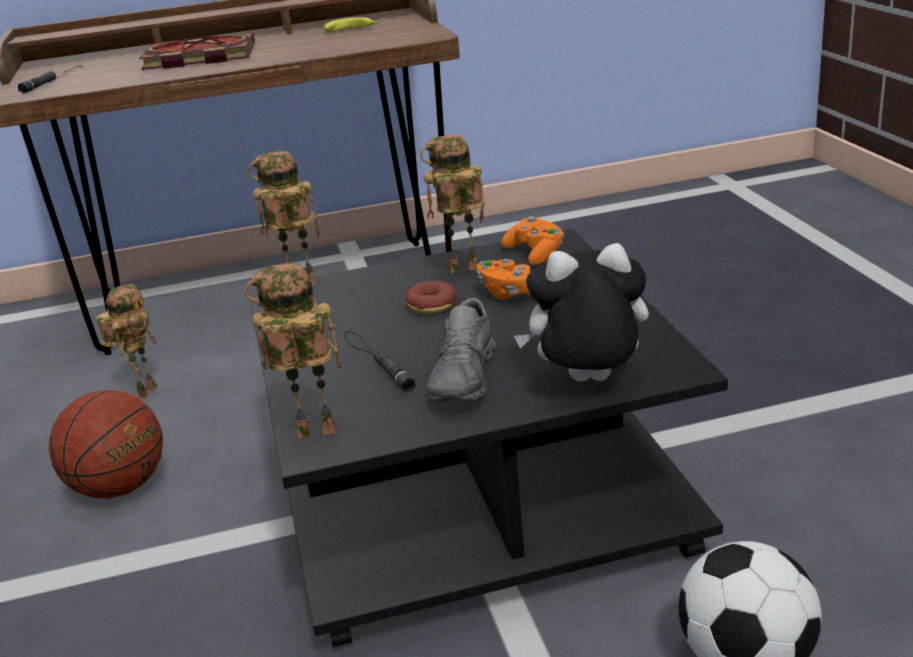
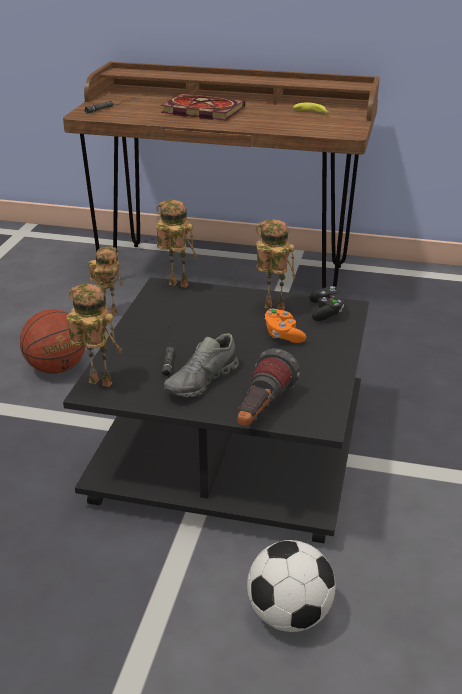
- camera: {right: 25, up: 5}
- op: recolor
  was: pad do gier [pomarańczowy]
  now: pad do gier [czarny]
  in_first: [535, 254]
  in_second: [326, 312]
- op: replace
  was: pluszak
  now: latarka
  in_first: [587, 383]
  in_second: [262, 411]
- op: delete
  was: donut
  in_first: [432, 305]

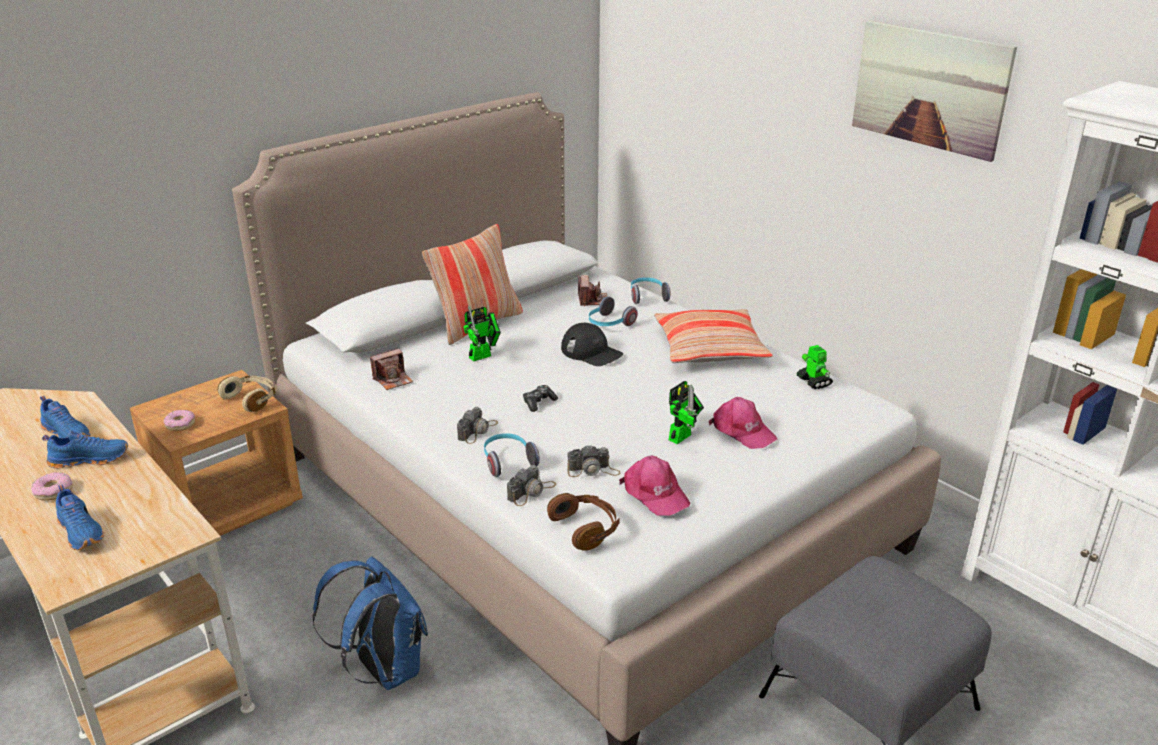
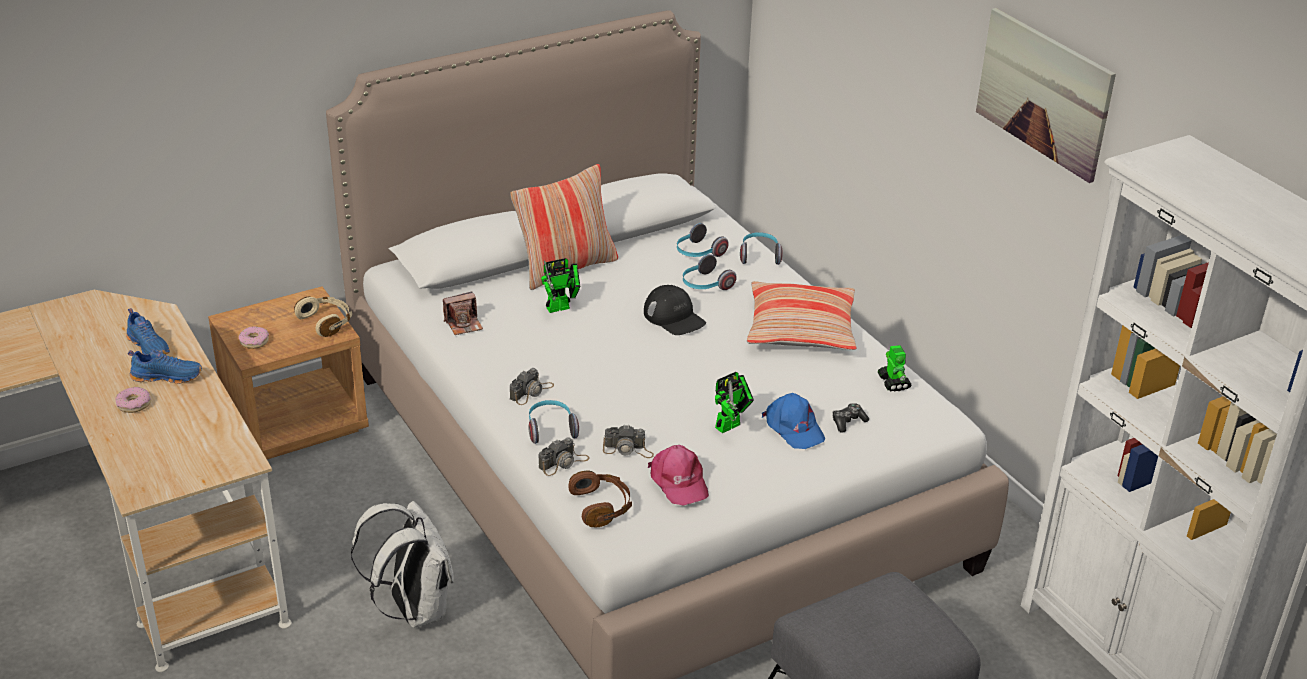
- camera: {right: 10, up: 5}
- op: replace
  was: aparat fotograficzny
  now: słuchawki
  in_first: [592, 300]
  in_second: [698, 253]
- op: move
  was: pad do gier
  in_first: [539, 402]
  in_second: [848, 422]
- op: recolor
  was: czapka z daszkiem [różowy]
  now: czapka z daszkiem [niebieski]
  in_first: [742, 431]
  in_second: [793, 428]
- op: delete
  was: but [niebieski]
  in_first: [82, 532]
- op: recolor
  was: plecak [niebieski]
  now: plecak [biały]
  in_first: [383, 670]
  in_second: [413, 609]

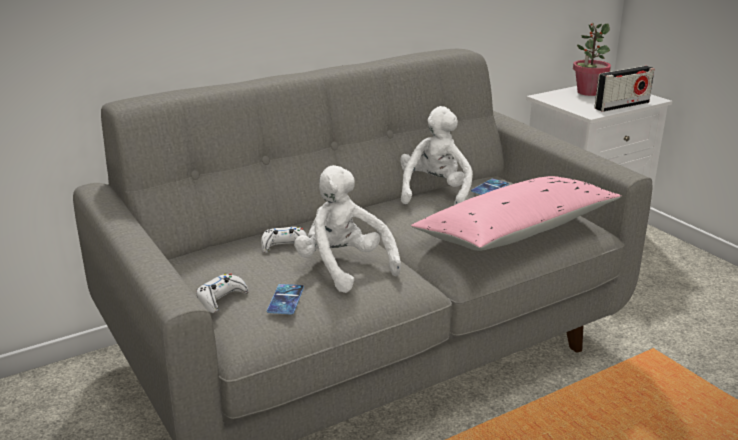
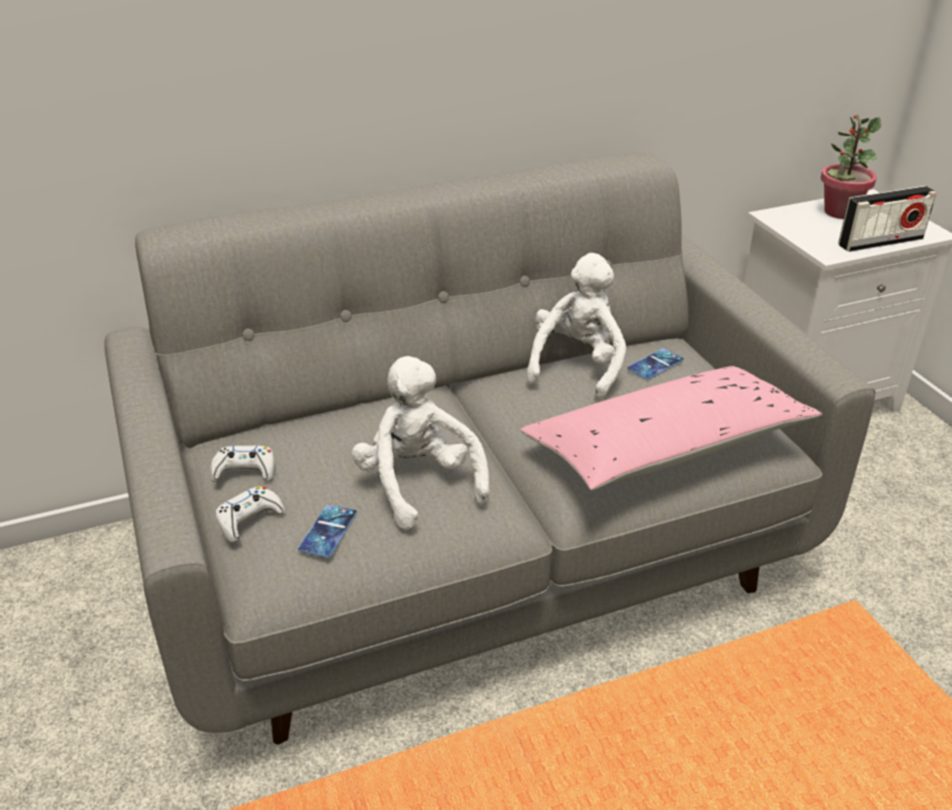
- camera: {right: 10, up: 10}
- op: move
  was: pad do gier [biały]
  in_first: [284, 245]
  in_second: [245, 471]

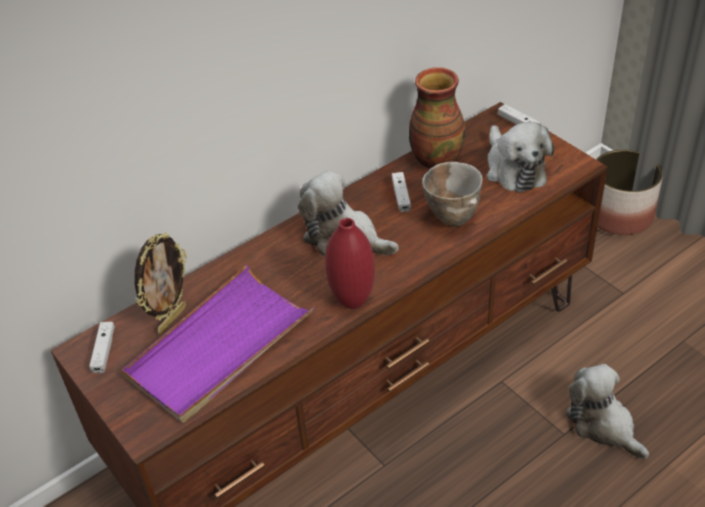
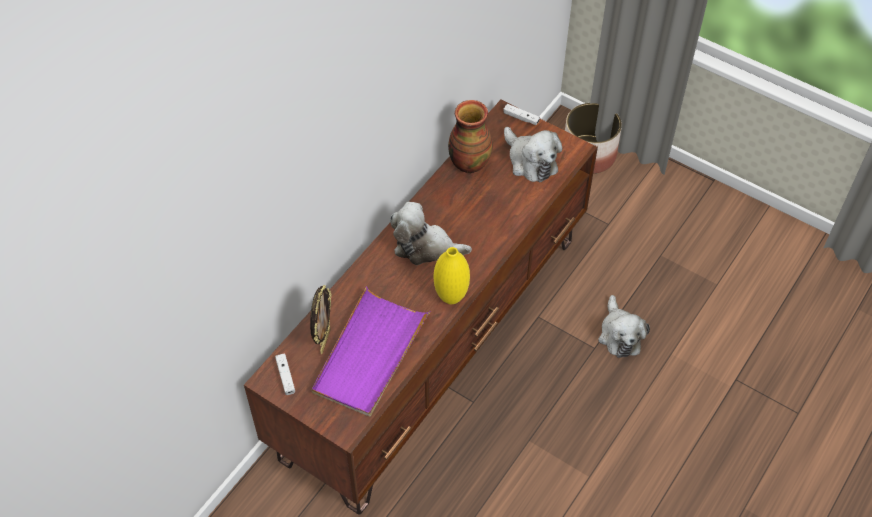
- camera: {right: -20, up: 10}
- op: delete
  was: miska
  in_first: [451, 217]
- op: delete
  was: pad do gier [biały]
  in_first: [401, 196]
- op: recolor
  was: wazon [czerwony]
  now: wazon [żółty]
  in_first: [352, 300]
  in_second: [451, 297]
- op: rotate
  was: pluszak
  in_first: [603, 425]
  in_second: [619, 334]
  clockwise: -135

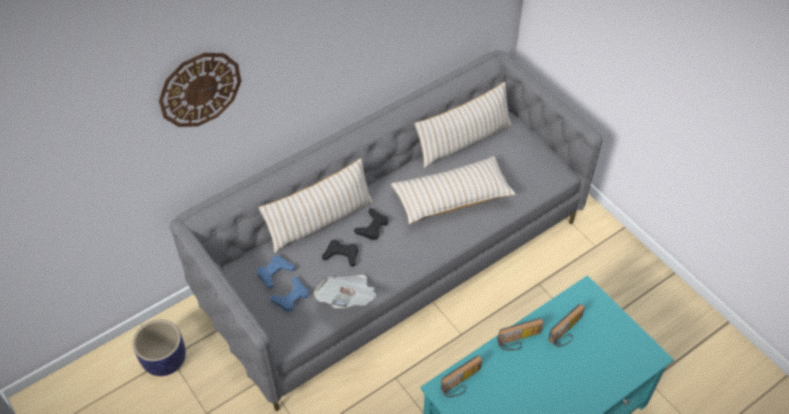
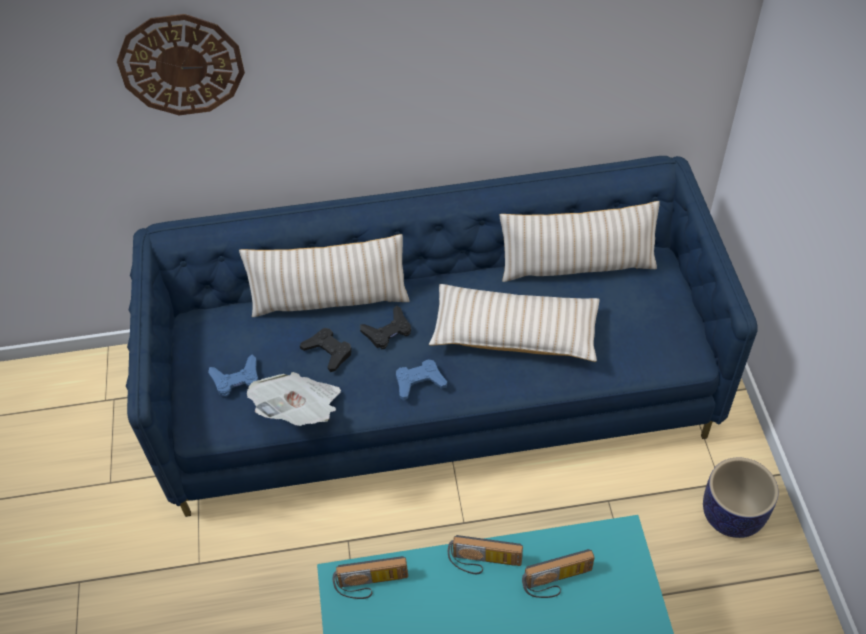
- camera: {right: 30, up: 0}
- op: recolor
  was: kanapa [szary]
  now: kanapa [niebieski]
  in_first: [394, 260]
  in_second: [437, 391]
- op: move
  was: pad do gier [niebieski]
  in_first: [275, 273]
  in_second: [419, 382]
- op: move
  was: donica
  in_first: [165, 360]
  in_second: [733, 515]

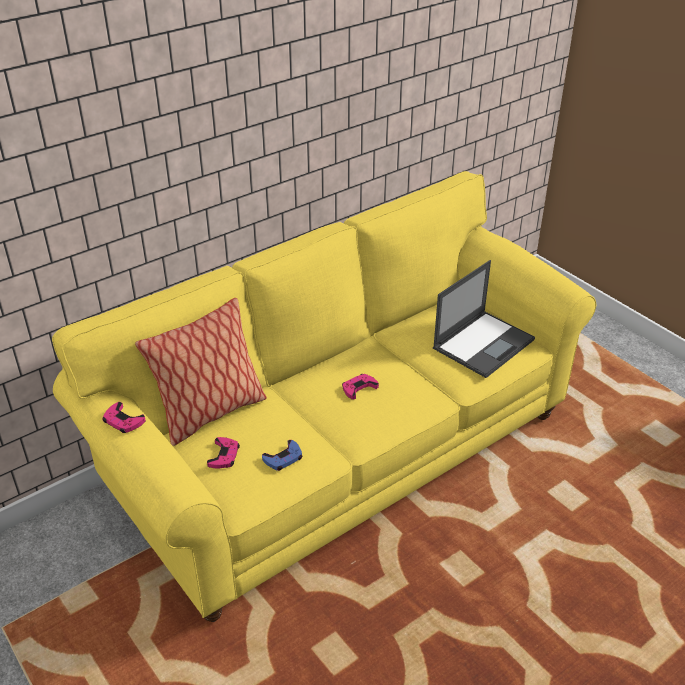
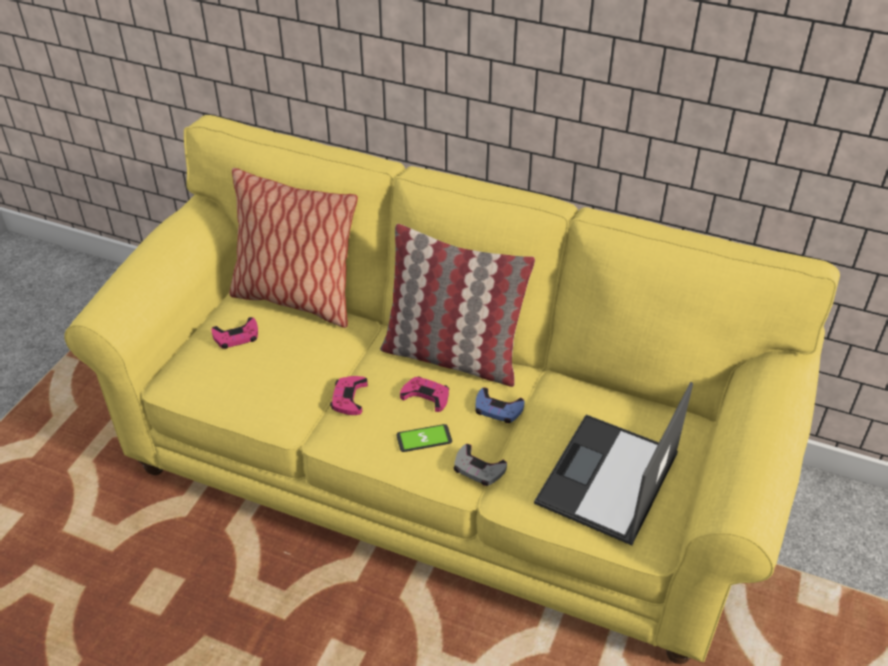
- camera: {right: 60, up: 5}
- op: rotate
  was: laptop
  in_first: [484, 343]
  in_second: [607, 480]
  clockwise: 105
- op: move
  was: pad do gier [różowy]
  in_first: [123, 421]
  in_second: [349, 398]
- op: move
  was: pad do gier [niebieski]
  in_first: [283, 458]
  in_second: [497, 409]
- op: insert
  now: poduszka
  in_second: [452, 356]
- op: insert
  now: telefon
  in_second: [424, 439]
- op: insert
  now: pad do gier [szary]
  in_second: [478, 469]

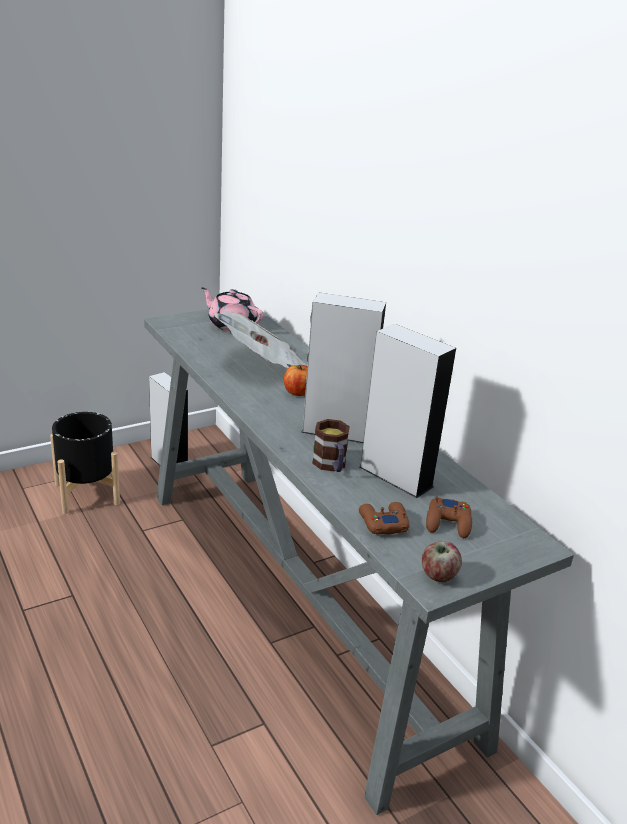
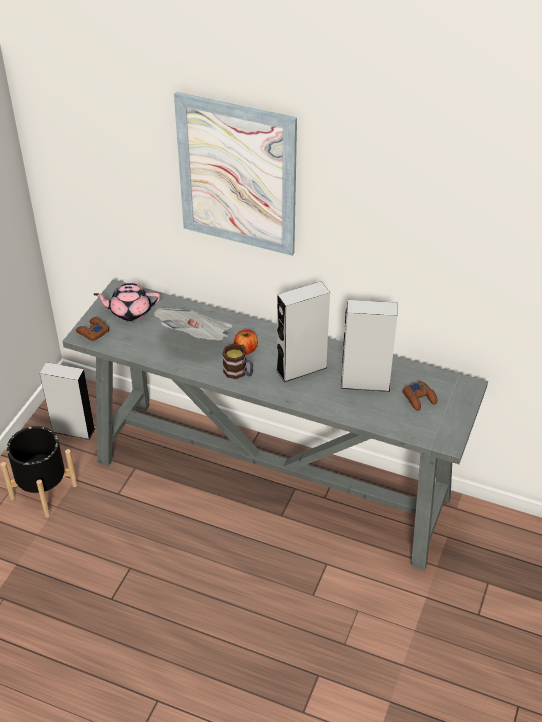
- camera: {right: -35, up: 15}
- op: move
  was: kubek
  in_first: [331, 466]
  in_second: [239, 373]
- op: move
  was: pad do gier [brązowy]
  in_first: [383, 523]
  in_second: [92, 332]
- op: delete
  was: jabłko
  in_first: [438, 575]
- op: insert
  now: obraz
  in_second: [237, 175]

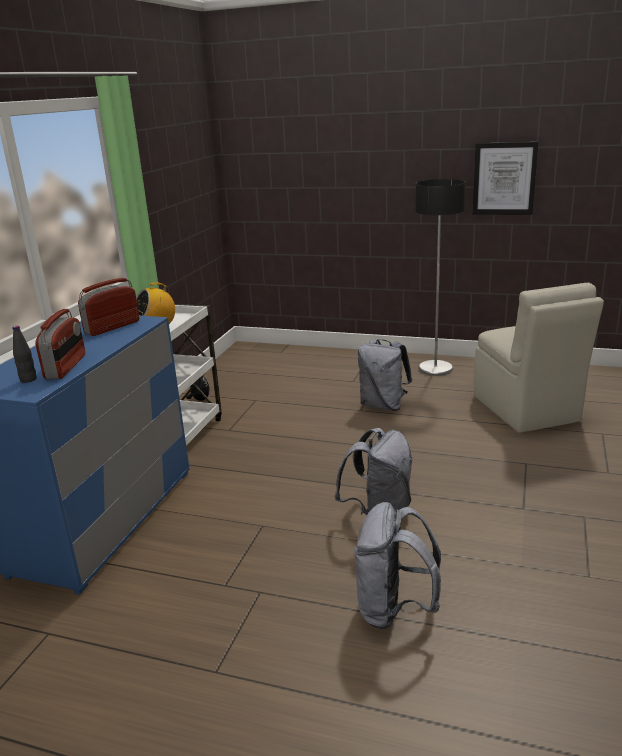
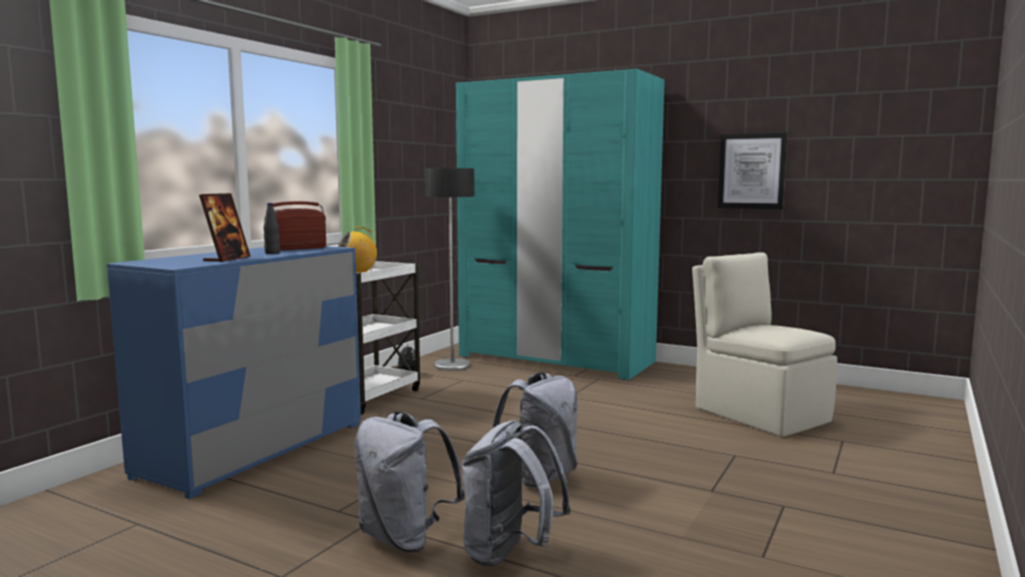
- camera: {right: 10, up: -15}
- op: move
  was: lampa stojąca
  in_first: [435, 368]
  in_second: [452, 365]
- op: rotate
  was: krzesło [beżowy]
  in_first: [526, 410]
  in_second: [759, 414]
  clockwise: 150
- op: replace
  was: radio
  now: ramka na zdjęcie
  in_first: [66, 367]
  in_second: [227, 259]
- op: move
  was: butelka [czarny]
  in_first: [28, 379]
  in_second: [272, 253]
- op: move
  was: plecak [szary]
  in_first: [383, 405]
  in_second: [405, 538]
- op: insert
  now: szafa [turkusowy]
  in_second: [555, 359]

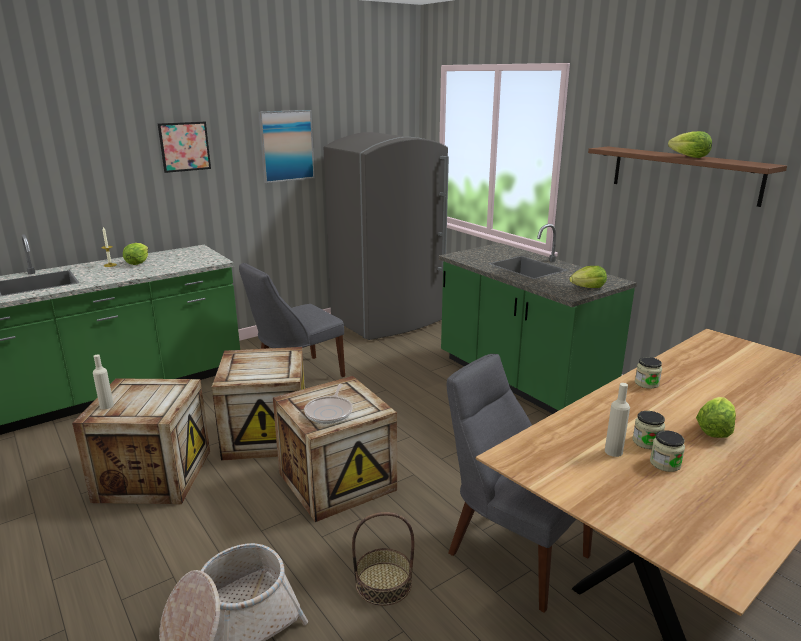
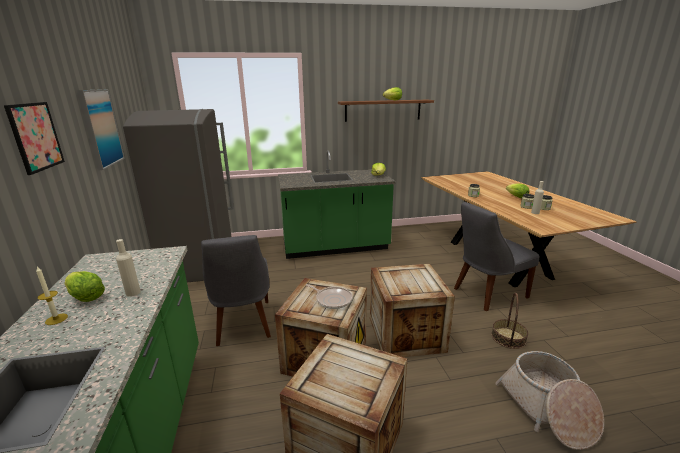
- camera: {right: -65, up: 0}
- op: move
  was: butelka [beżowy]
  in_first: [106, 406]
  in_second: [133, 292]
- op: move
  was: patelnia
  in_first: [329, 412]
  in_second: [332, 300]

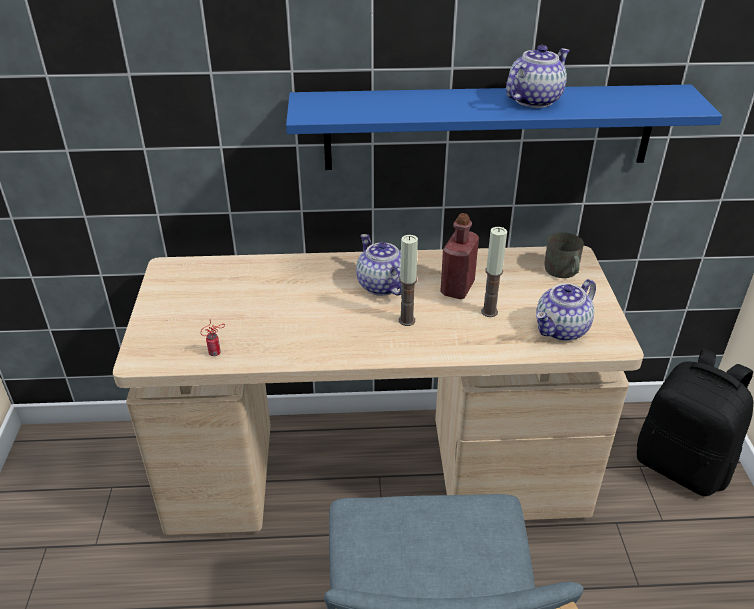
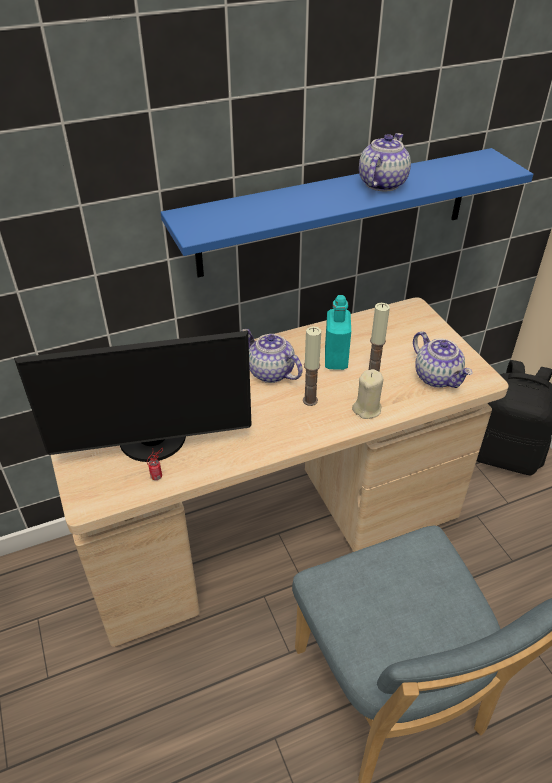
- camera: {right: -20, up: 5}
- op: recolor
  was: butelka [czerwony]
  now: butelka [turkusowy]
  in_first: [457, 288]
  in_second: [336, 359]
- op: delete
  was: kubek [szary]
  in_first: [563, 272]
- op: rotate
  was: imbryk
  in_first: [562, 330]
  in_second: [437, 377]
  clockwise: -60
- op: insert
  now: monitor
  in_second: [153, 442]
- op: insert
  now: świeca [beżowy]
  in_second: [367, 409]

